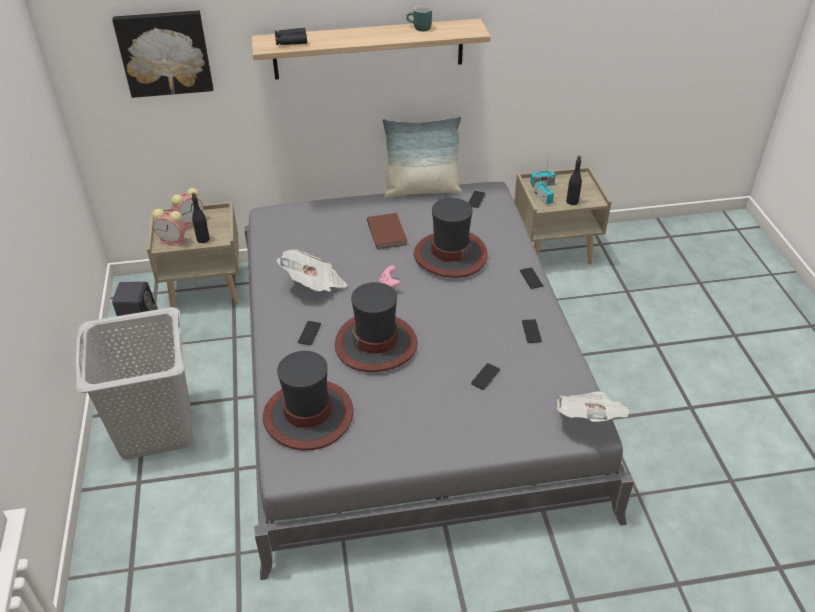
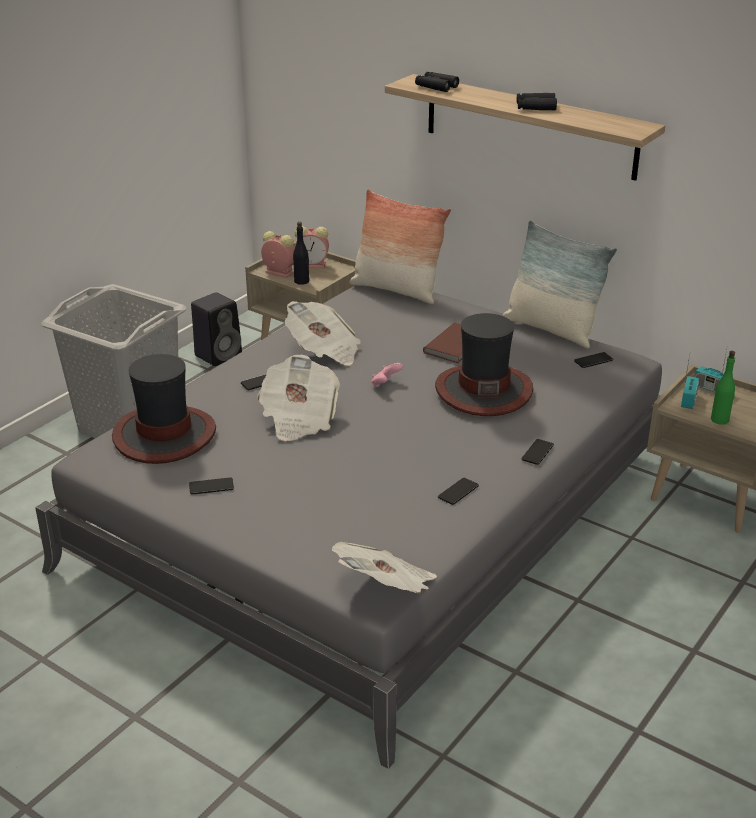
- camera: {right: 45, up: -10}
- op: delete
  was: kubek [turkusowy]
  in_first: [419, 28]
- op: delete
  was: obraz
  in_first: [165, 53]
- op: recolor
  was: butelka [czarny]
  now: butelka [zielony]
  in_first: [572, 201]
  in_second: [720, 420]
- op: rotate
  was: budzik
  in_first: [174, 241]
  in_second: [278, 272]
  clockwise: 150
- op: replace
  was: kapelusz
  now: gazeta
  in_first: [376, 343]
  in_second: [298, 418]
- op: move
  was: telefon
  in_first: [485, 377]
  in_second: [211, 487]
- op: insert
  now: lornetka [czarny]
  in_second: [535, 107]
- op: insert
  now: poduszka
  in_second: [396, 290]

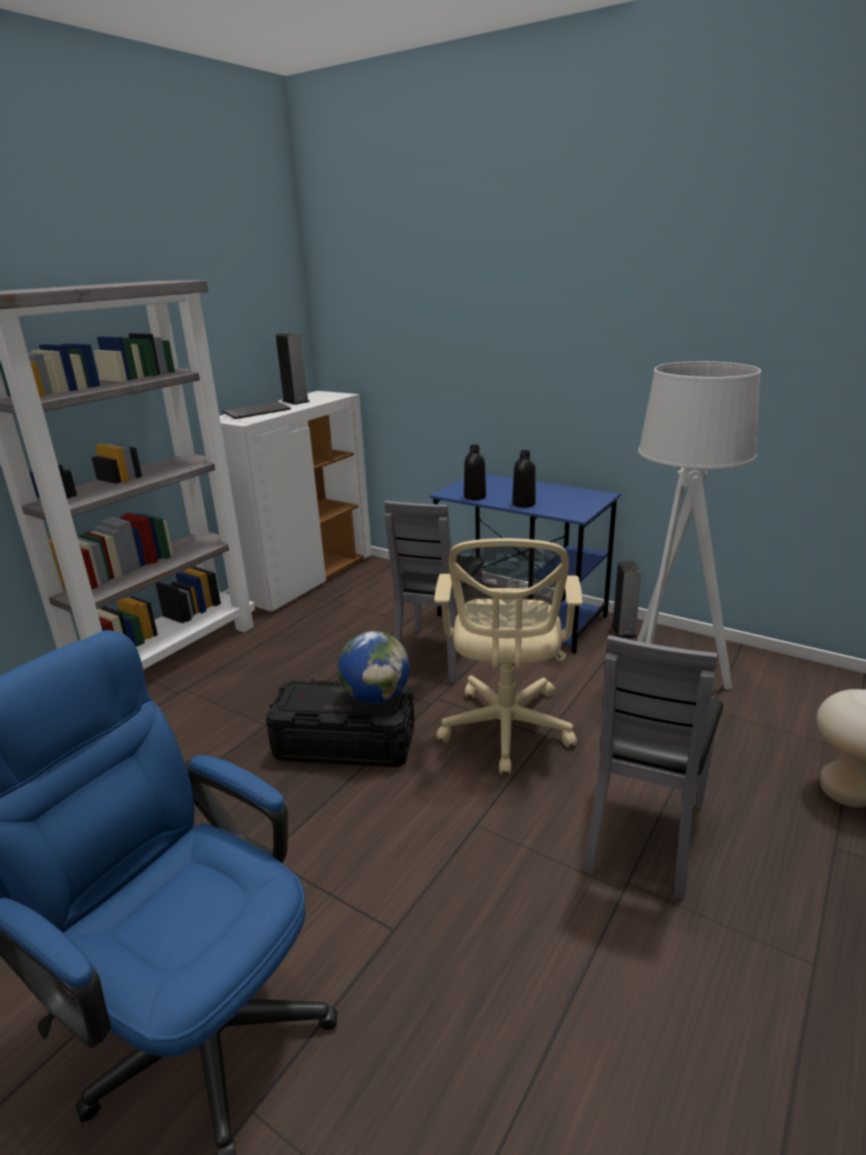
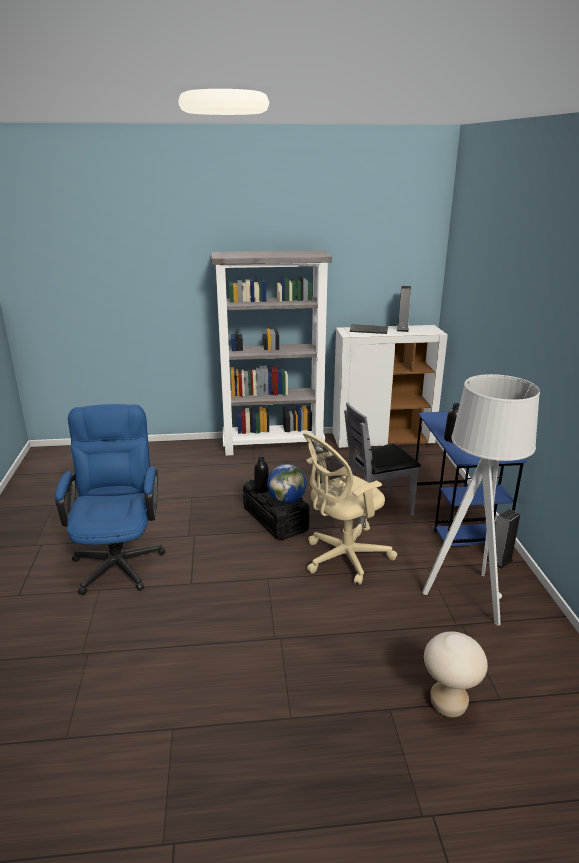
- camera: {right: 50, up: 0}
- op: move
  was: butelka [czarny]
  in_first: [475, 497]
  in_second: [261, 489]
- op: delete
  was: krzesło [szary]
  in_first: [642, 833]

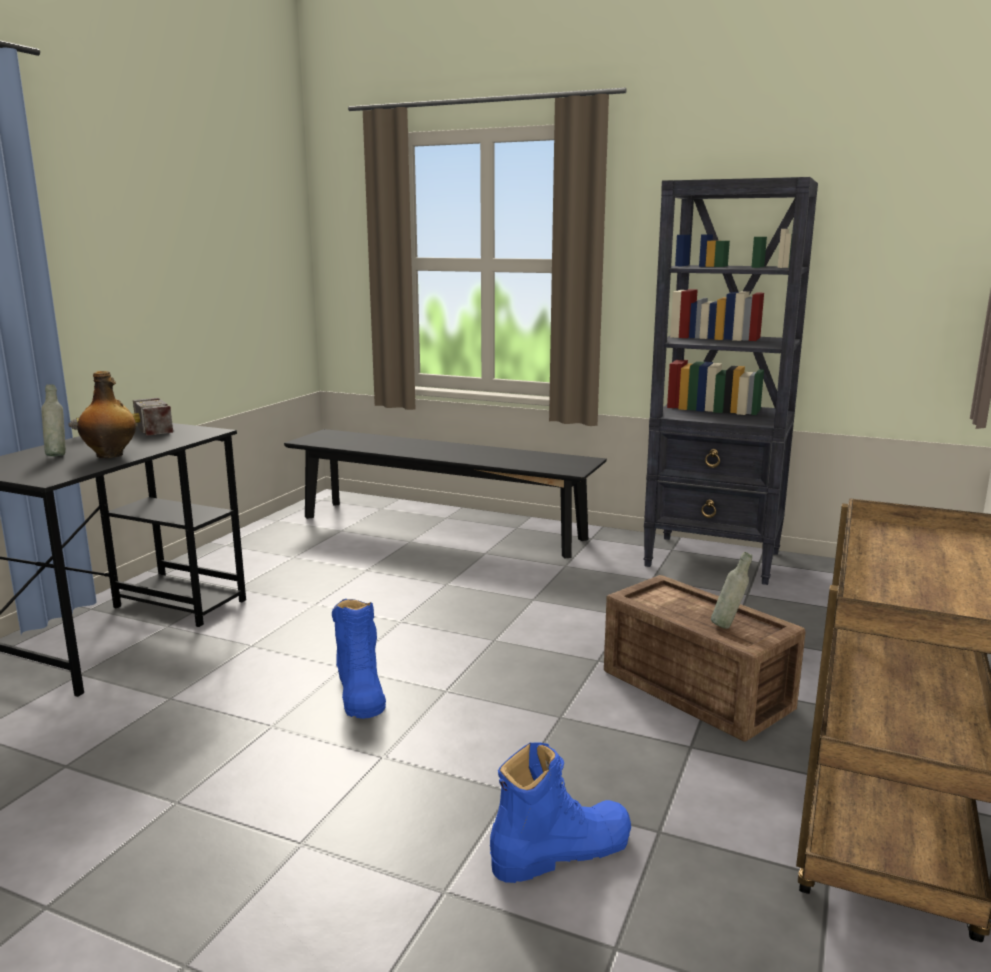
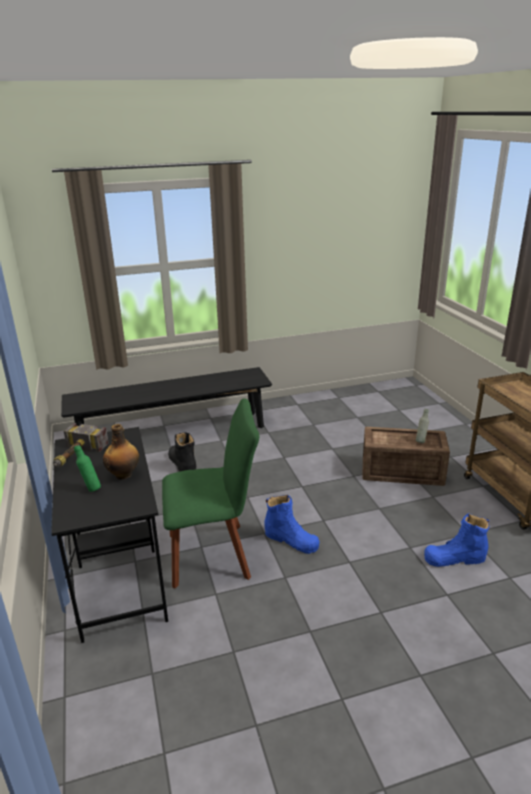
- camera: {right: -40, up: 10}
- op: delete
  was: regał [czarny]
  in_first: [714, 559]
- op: recolor
  was: butelka [szary]
  now: butelka [zielony]
  in_first: [57, 455]
  in_second: [90, 488]
- op: rotate
  was: but z cholewką [niebieski]
  in_first: [561, 851]
  in_second: [454, 558]
  clockwise: -120
- op: insert
  now: krzesło [zielony]
  in_second: [214, 554]
- op: insert
  now: but z cholewką [czarny]
  in_second: [182, 464]

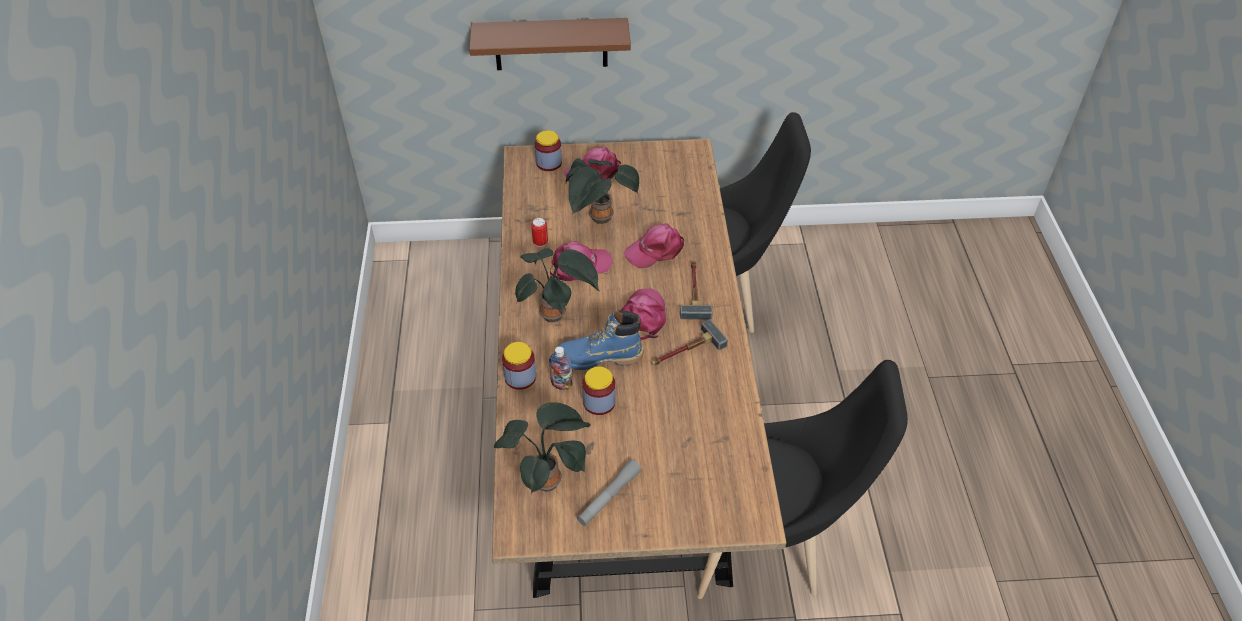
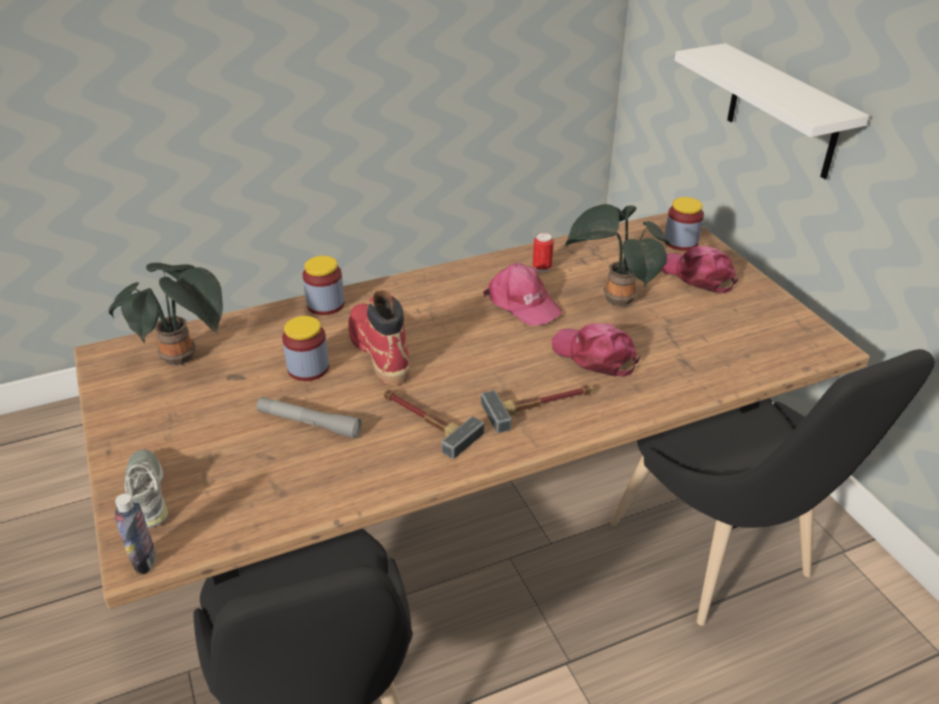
- camera: {right: 70, up: -10}
- op: recolor
  was: półka [brązowy]
  now: półka [biały]
  in_first: [551, 44]
  in_second: [782, 112]
- op: delete
  was: roślina doniczkowa
  in_first: [556, 315]
- op: delete
  was: czapka z daszkiem [różowy]
  in_first: [644, 316]
- op: recolor
  was: but z cholewką [niebieski]
  now: but z cholewką [czerwony]
  in_first: [598, 358]
  in_second: [379, 351]
- op: move
  was: butelka
  in_first: [561, 384]
  in_second: [144, 561]
- op: move
  was: latarka [szary]
  in_first: [609, 497]
  in_second: [309, 423]
- op: insert
  now: but [szary]
  in_second: [148, 493]

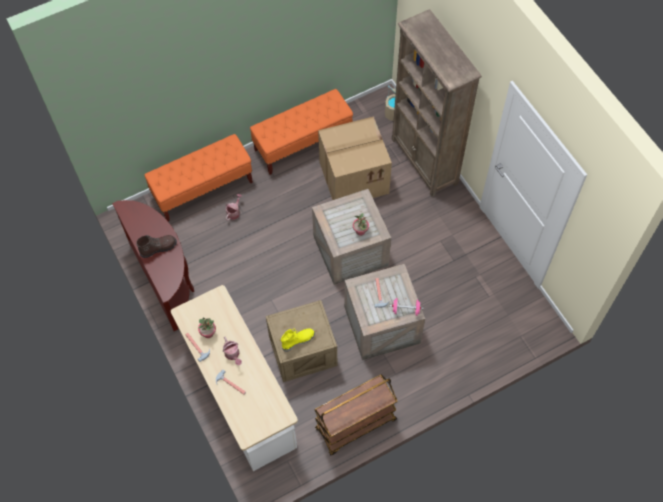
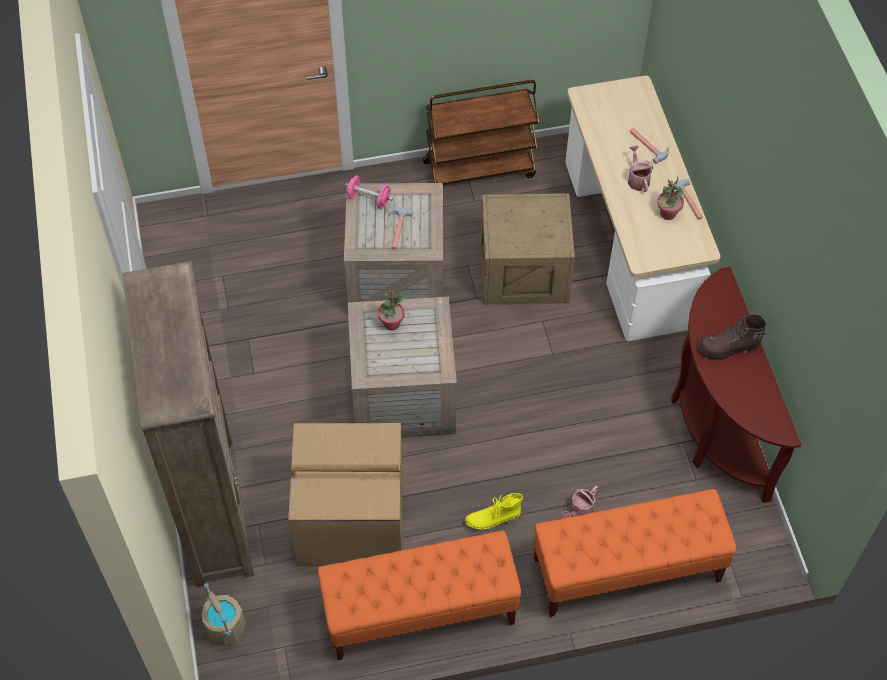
- camera: {right: -165, up: -5}
- op: move
  was: but z cholewką [żółty]
  in_first: [298, 340]
  in_second: [492, 521]

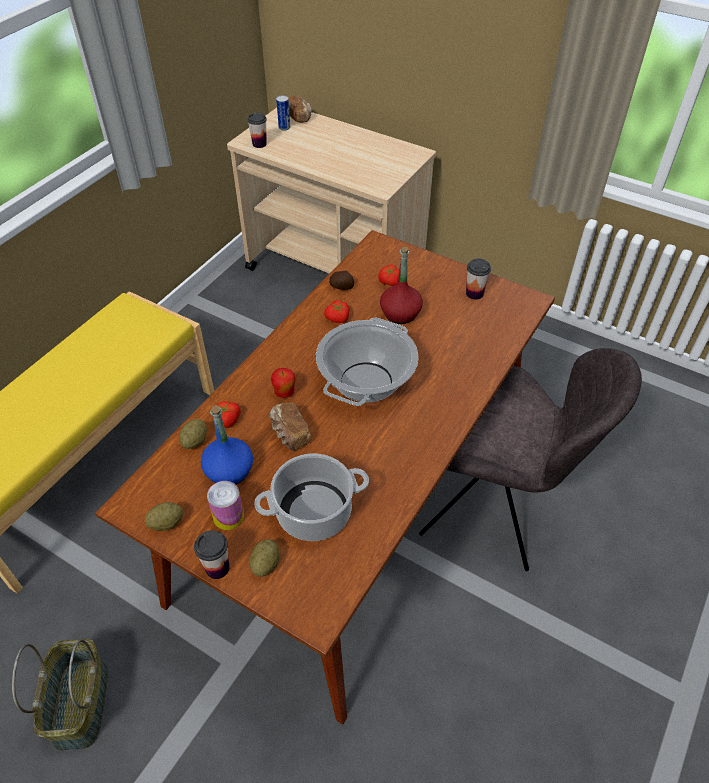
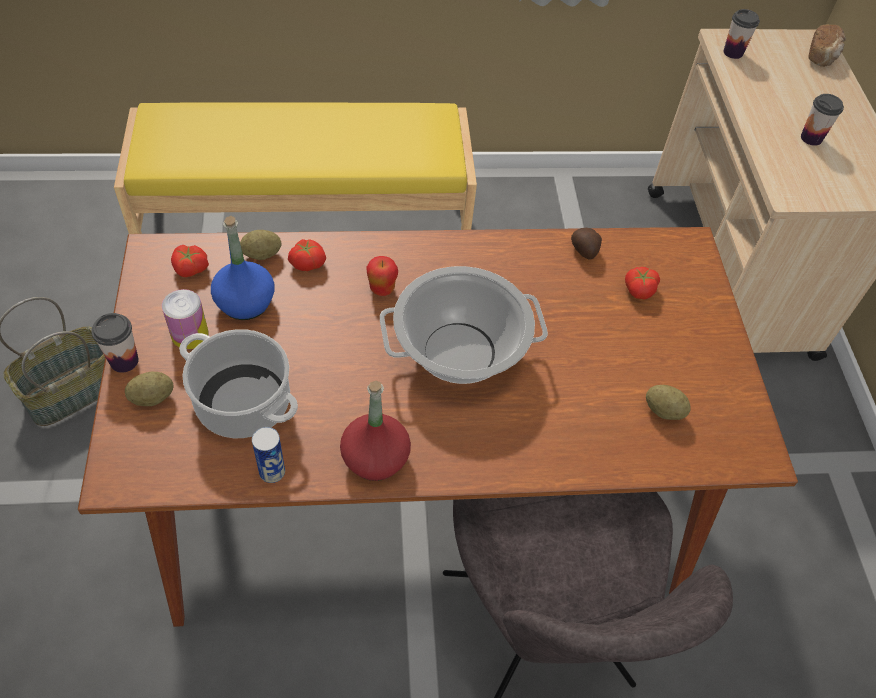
- camera: {right: 50, up: 5}
- op: move
  was: puszka
  in_first: [284, 127]
  in_second: [272, 472]
- op: move
  was: butelka [czerwony]
  in_first: [400, 313]
  in_second: [375, 458]
- op: move
  was: filiżanka
  in_first: [474, 293]
  in_second: [811, 138]
- op: move
  was: pomidor
  in_first: [338, 318]
  in_second: [190, 269]
- op: delete
  was: chleb
  in_first: [289, 434]
- op: move
  was: ziemniak
  in_first: [166, 523]
  in_second: [663, 411]

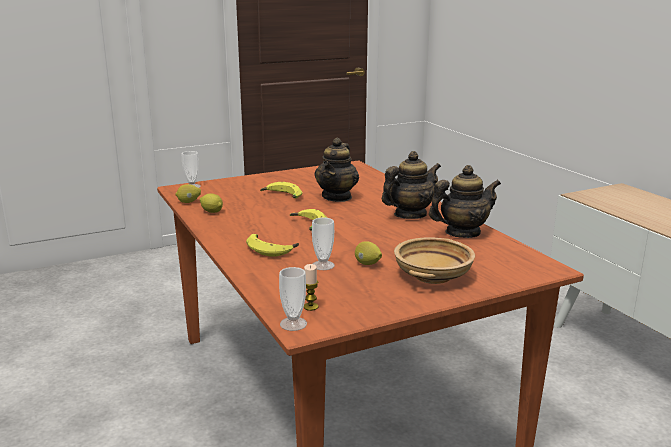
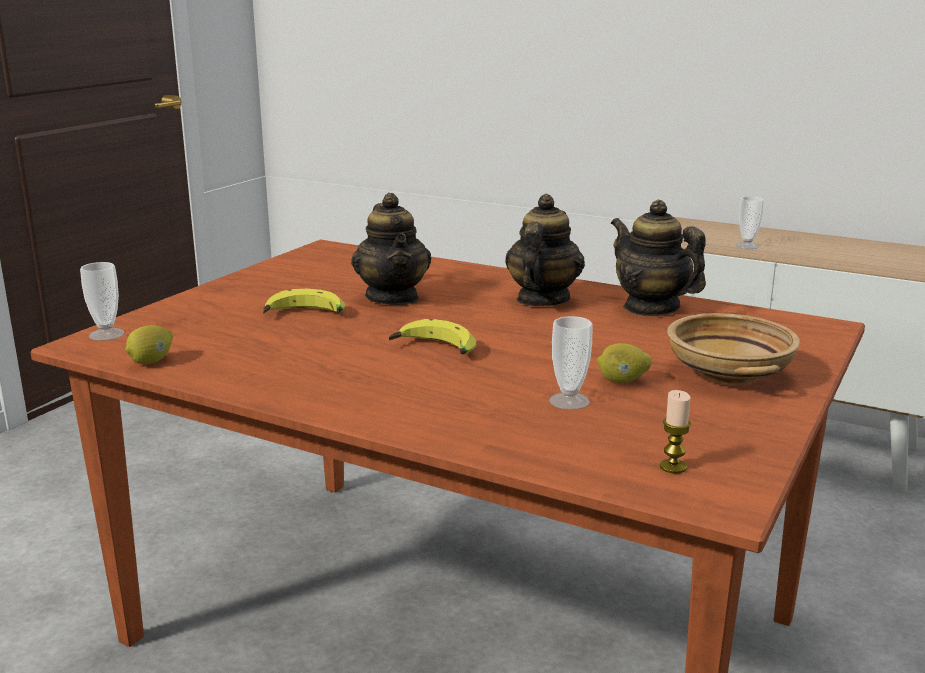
- camera: {right: -35, up: 0}
- op: rotate
  was: imbryk
  in_first: [462, 233]
  in_second: [651, 308]
  clockwise: -75
- op: delete
  was: cytryna
  in_first: [212, 212]
- op: delete
  was: banan
  in_first: [271, 249]
- op: move
  was: filiżanka
  in_first: [293, 324]
  in_second: [747, 246]

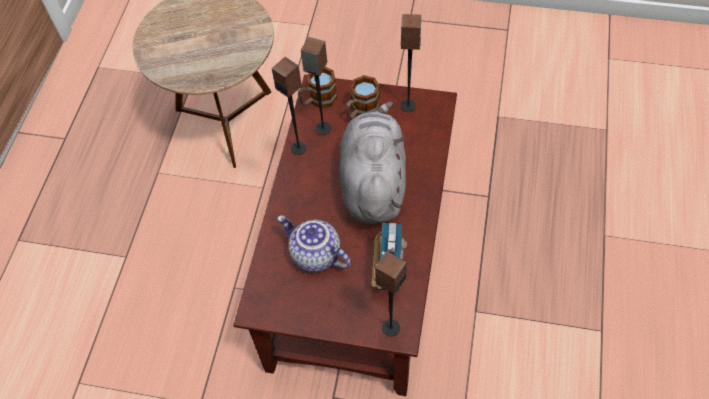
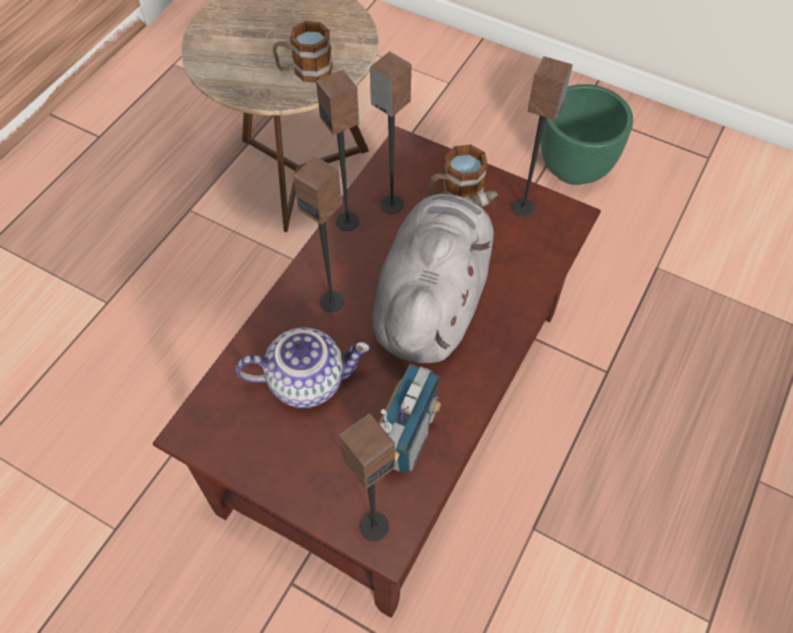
- camera: {right: 15, up: 0}
- op: move
  was: kubek
  in_first: [318, 100]
  in_second: [305, 71]
- op: rotate
  was: imbryk
  in_first: [314, 255]
  in_second: [307, 379]
  clockwise: 120
- op: insert
  now: donica [zielony]
  in_second: [574, 168]
- op: insert
  now: głośnik
  in_second: [332, 301]

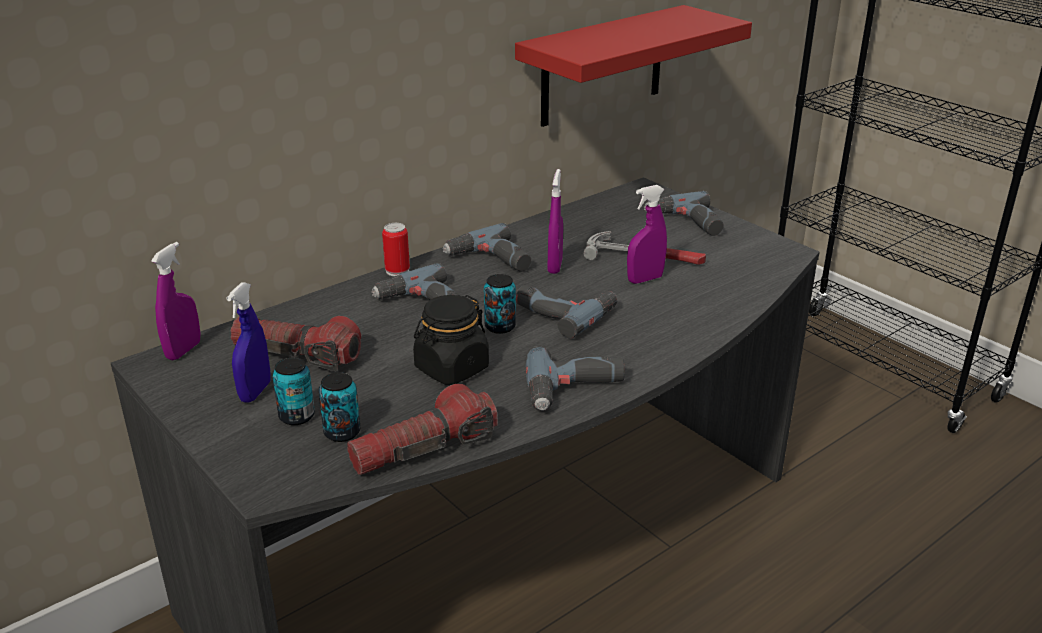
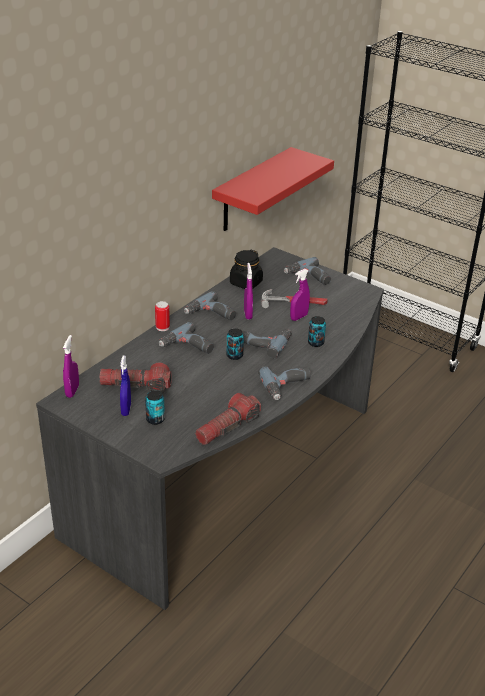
- camera: {right: -15, up: 5}
- op: move
  was: słoik [czarny]
  in_first: [451, 368]
  in_second: [246, 283]
- op: move
  was: puszka
  in_first: [342, 432]
  in_second: [315, 343]

